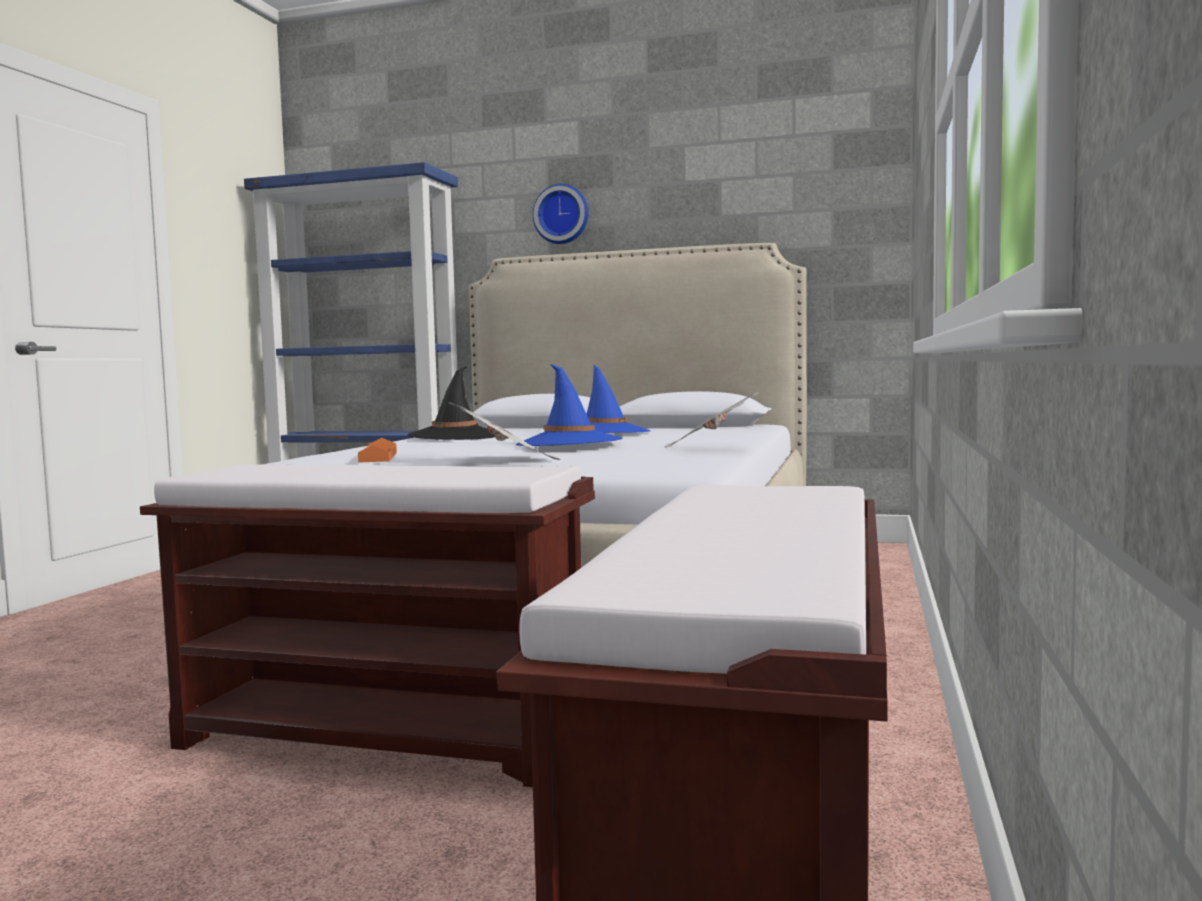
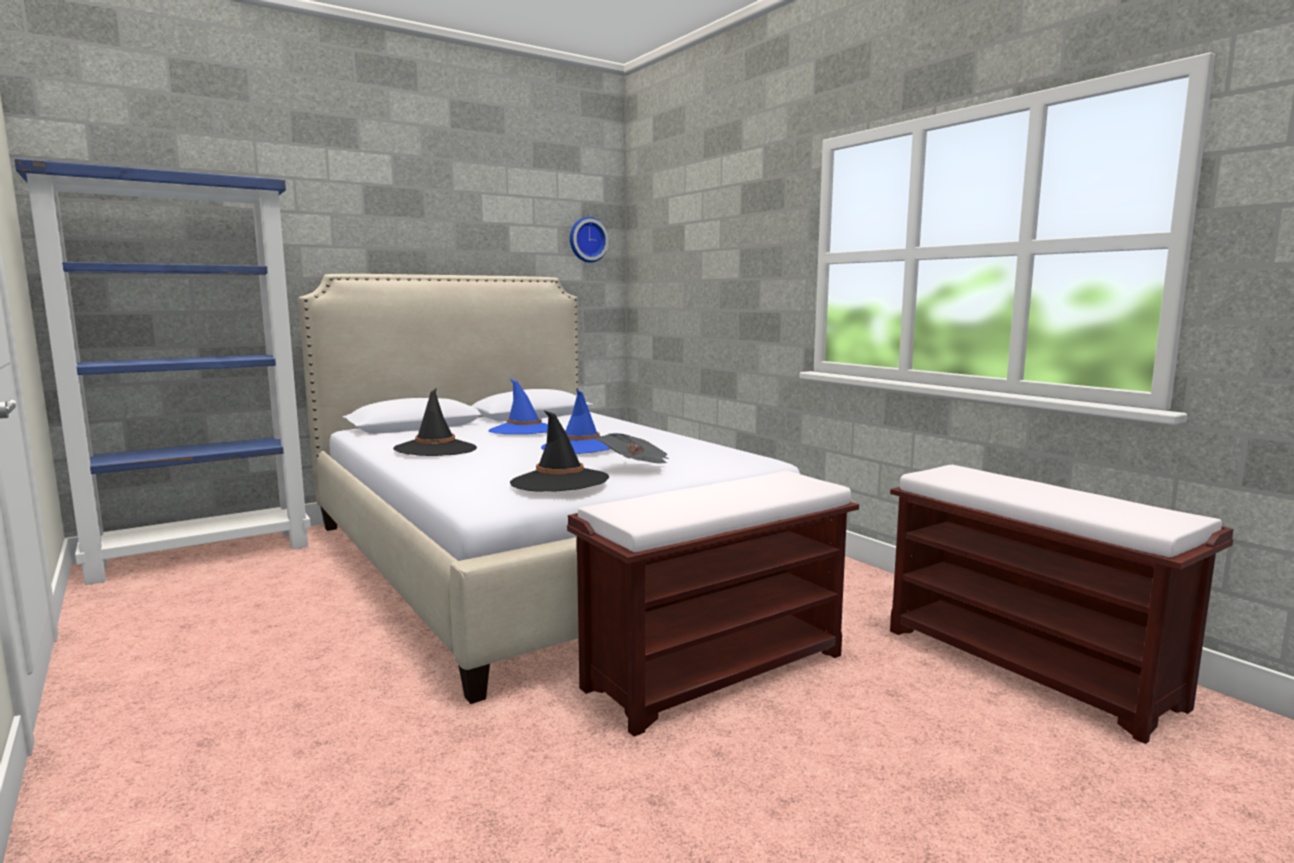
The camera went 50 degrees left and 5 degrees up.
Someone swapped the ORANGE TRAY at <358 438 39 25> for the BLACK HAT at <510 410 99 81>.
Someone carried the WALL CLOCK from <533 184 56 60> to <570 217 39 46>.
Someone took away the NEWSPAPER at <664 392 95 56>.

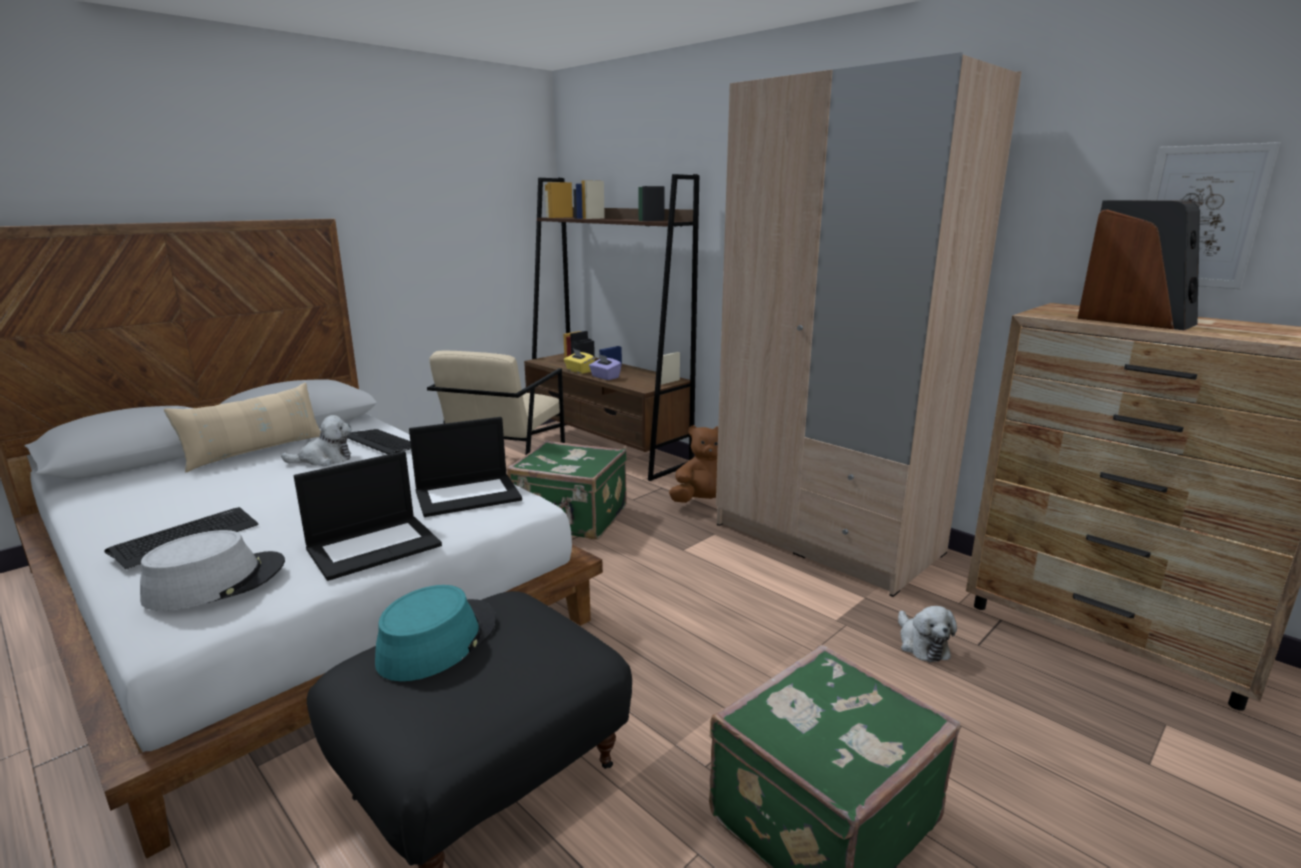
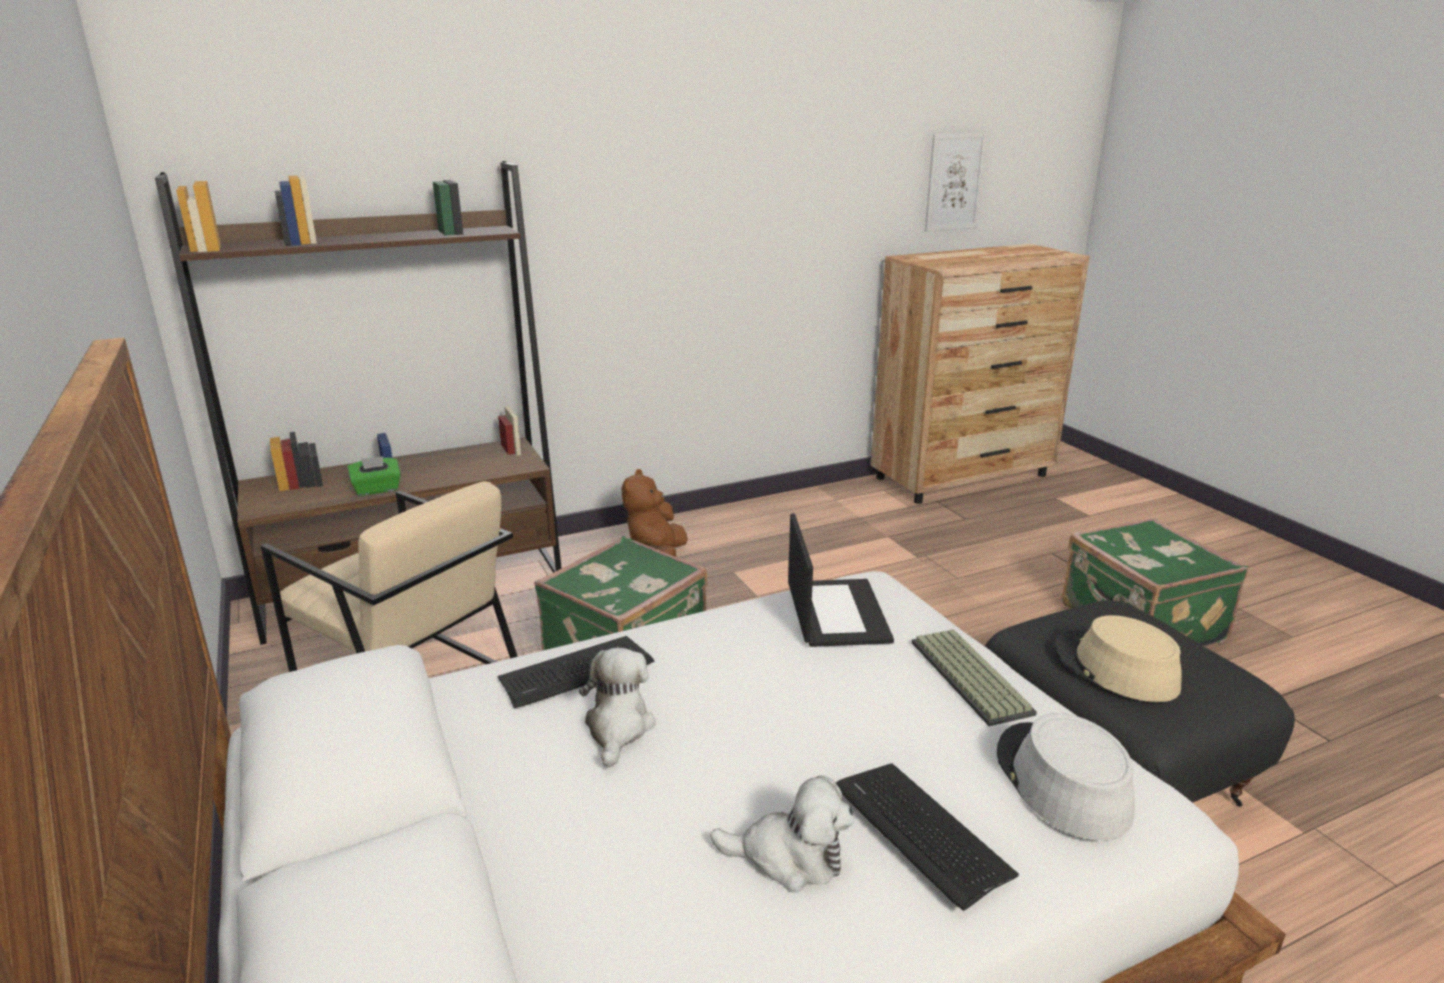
The camera went 70 degrees left and 5 degrees up.
Someone repainted the YELLOW TISSUE BOX at <564 349 31 25>, which became the GREEN TISSUE BOX at <347 456 54 40>.
Someone carried the PLUSH TOY from <898 606 59 56> to <710 775 144 118>.
Someone swapped the LAPTOP at <294 451 148 130> for the KEYBOARD at <912 629 125 97>.
Someone repainted the TURQUOISE HAT at <375 585 121 96>, which became the BEIGE HAT at <1055 615 127 87>.
Someone took away the BEIGE PILLOW at <164 382 157 90>.
Someone took away the PURPLE TISSUE BOX at <589 354 33 26>.
Someone took away the BEIGE WARDROBE at <716 52 306 545>.
Someone took away the SPEAKER at <1077 200 123 130>.

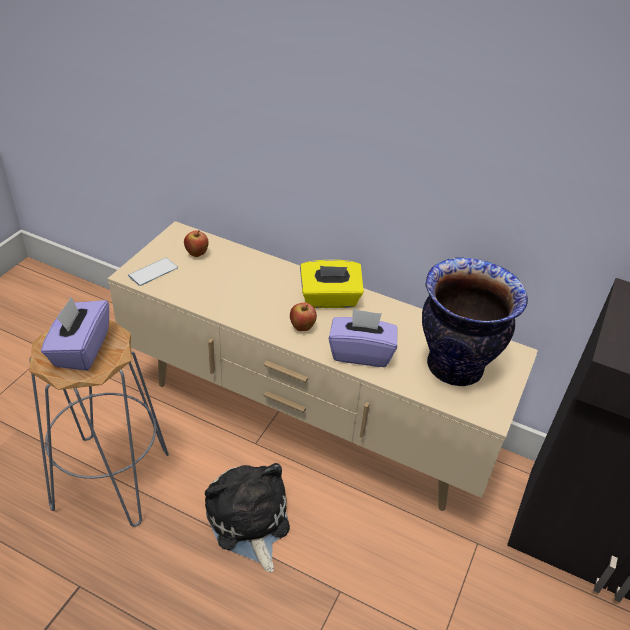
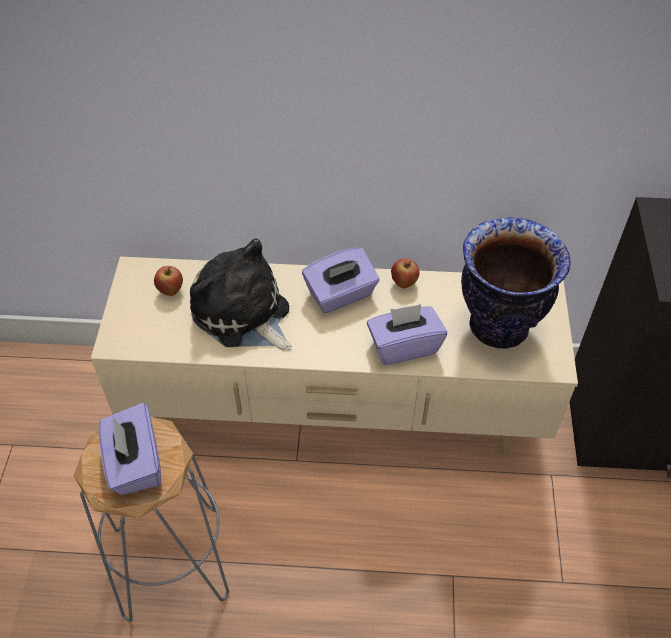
The camera went 20 degrees left and 10 degrees up.
Someone carried the PLUSH TOY from <205 463 85 109> to <190 239 102 112>.
Someone repainted the YELLOW TISSUE BOX at <300 259 64 49>, which became the PURPLE TISSUE BOX at <302 247 77 66>.
Someone carried the APPLE from <290 303 27 28> to <391 258 28 30>.
Someone took away the PHONE at <128 258 50 28>.

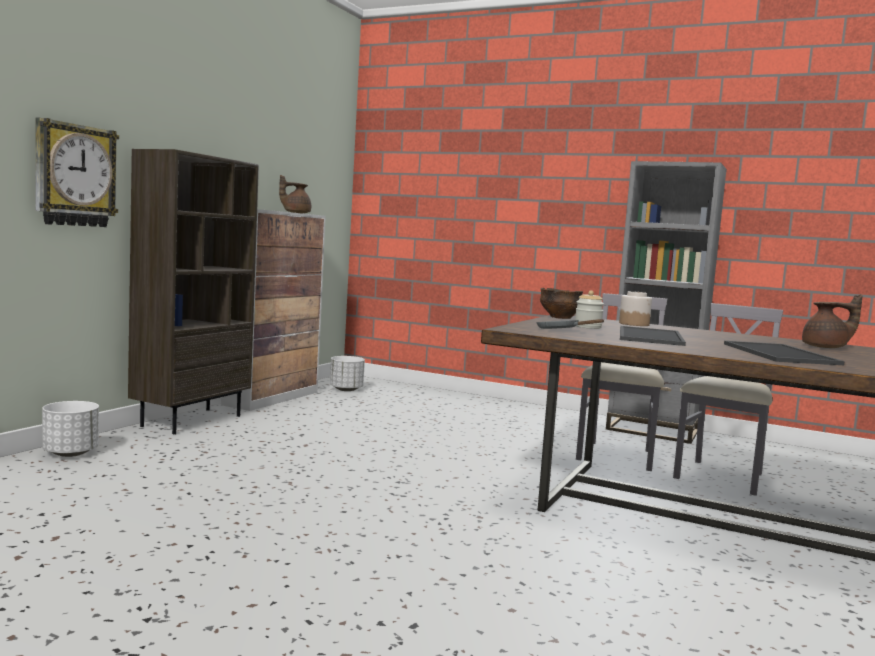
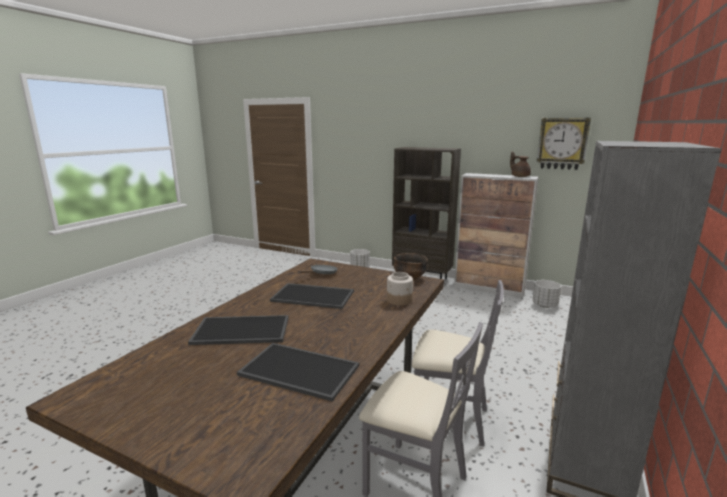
The camera went 90 degrees right and 10 degrees up.
Someone swapped the BROWN TEAPOT at <802 294 61 54> for the TRAY at <237 343 122 59>.
Someone carried the WALL CLOCK from <35 117 84 110> to <537 118 54 52>.
Someone took away the JAR at <575 291 29 38>.

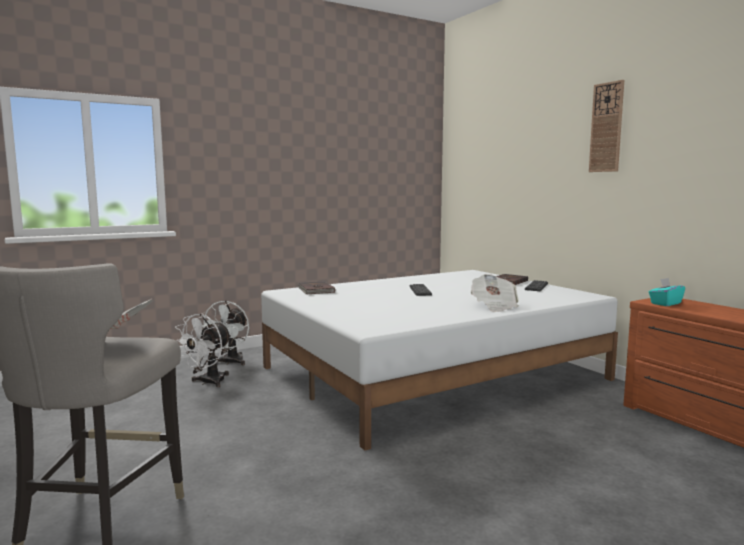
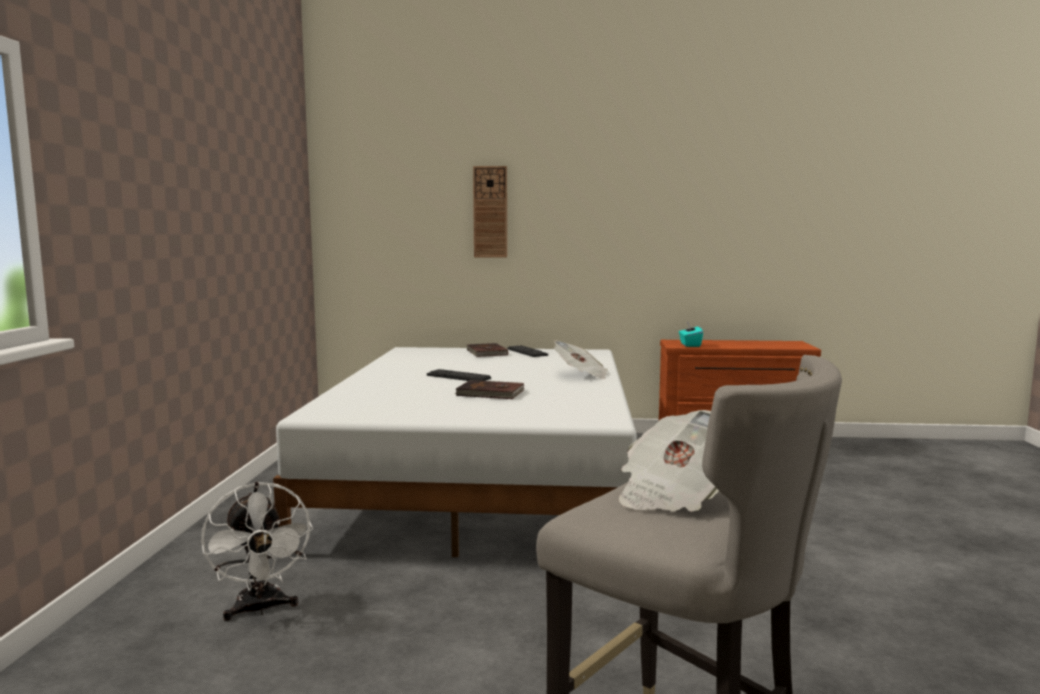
The camera went 55 degrees left and 0 degrees up.
Someone carried the BROWN BOOK from <298 281 37 13> to <455 380 70 19>.
Someone carried the WALL CLOCK from <589 80 35 92> to <473 166 34 91>.
Someone took away the WHITE FAN at <202 300 47 65>.

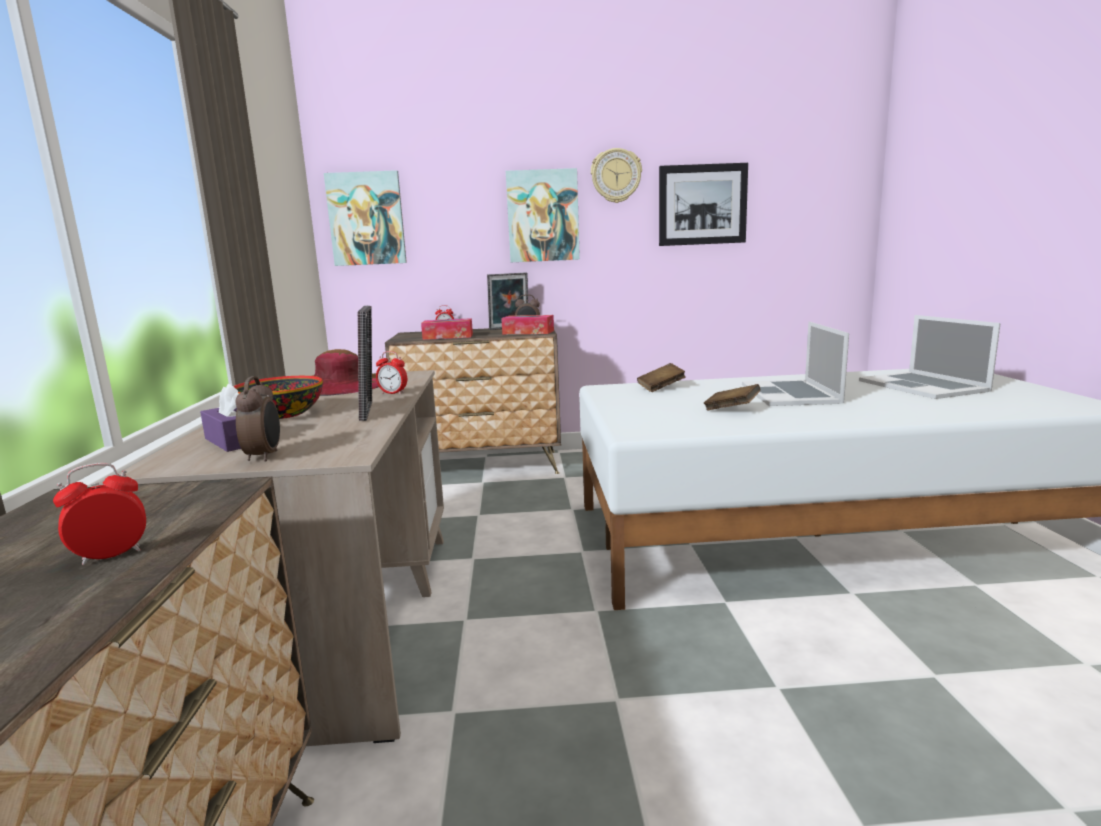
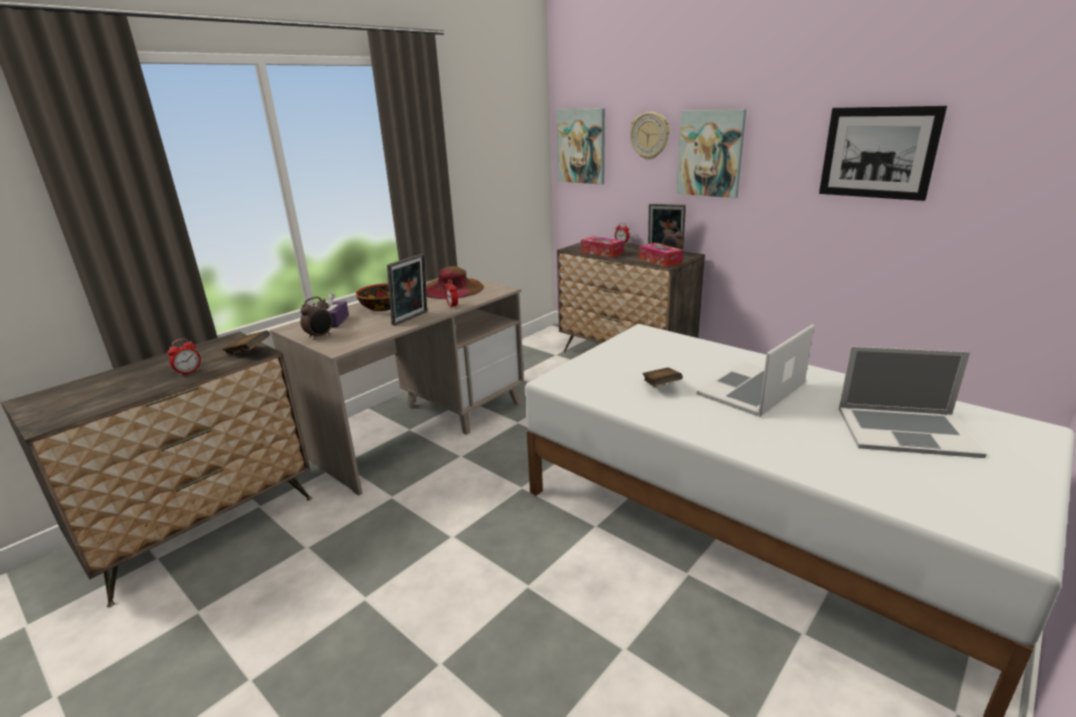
The camera went 45 degrees right and 10 degrees up.
Someone rotated the ALARM CLOCK at <53 463 93 102> by 120 degrees clockwise.
Someone carried the BROWN BOOK from <637 363 48 29> to <223 330 47 25>.
Someone carried the WALL CLOCK from <591 148 51 55> to <630 112 40 48>.
Someone rotated the LAPTOP at <859 315 142 84> by 105 degrees counterclockwise.

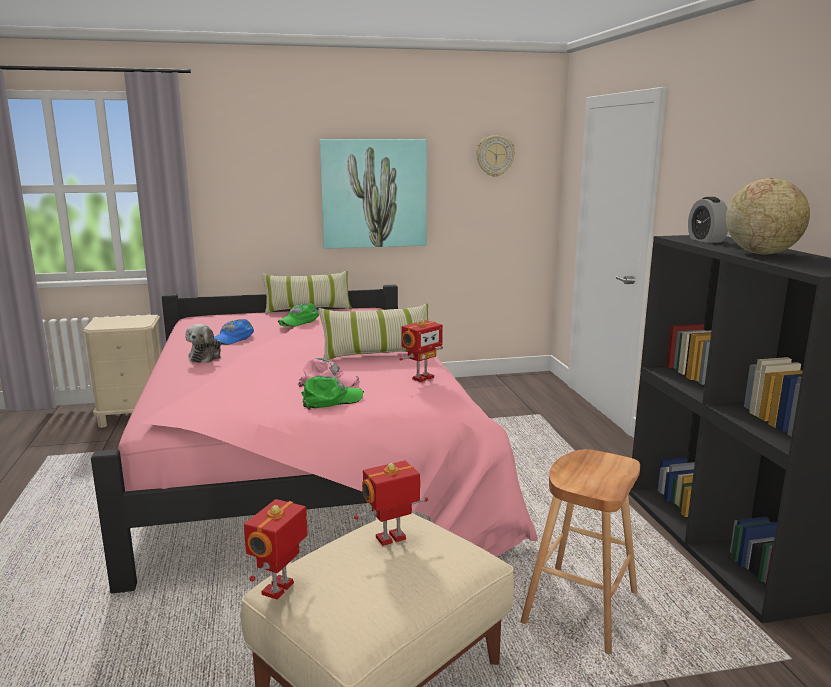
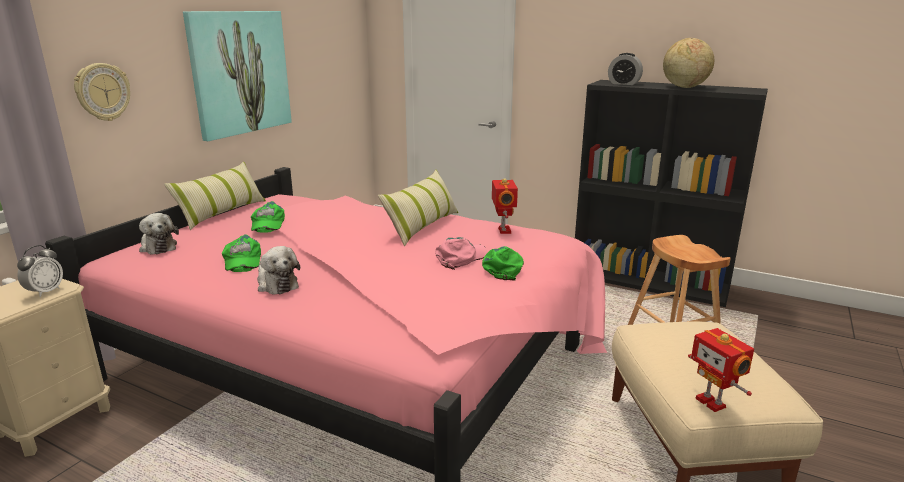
The camera went 50 degrees left and 5 degrees up.
Someone put down the ALARM CLOCK at <17 245 46 52>.
Someone carried the WALL CLOCK from <476 135 39 42> to <74 63 56 58>.
Someone put down the PLUSH TOY at <139 213 40 41>.
Someone repainted the BLUE CAP at <214 319 40 26>, which became the GREEN CAP at <222 234 39 38>.
Someone took away the TOY ROBOT at <354 461 74 85>.

